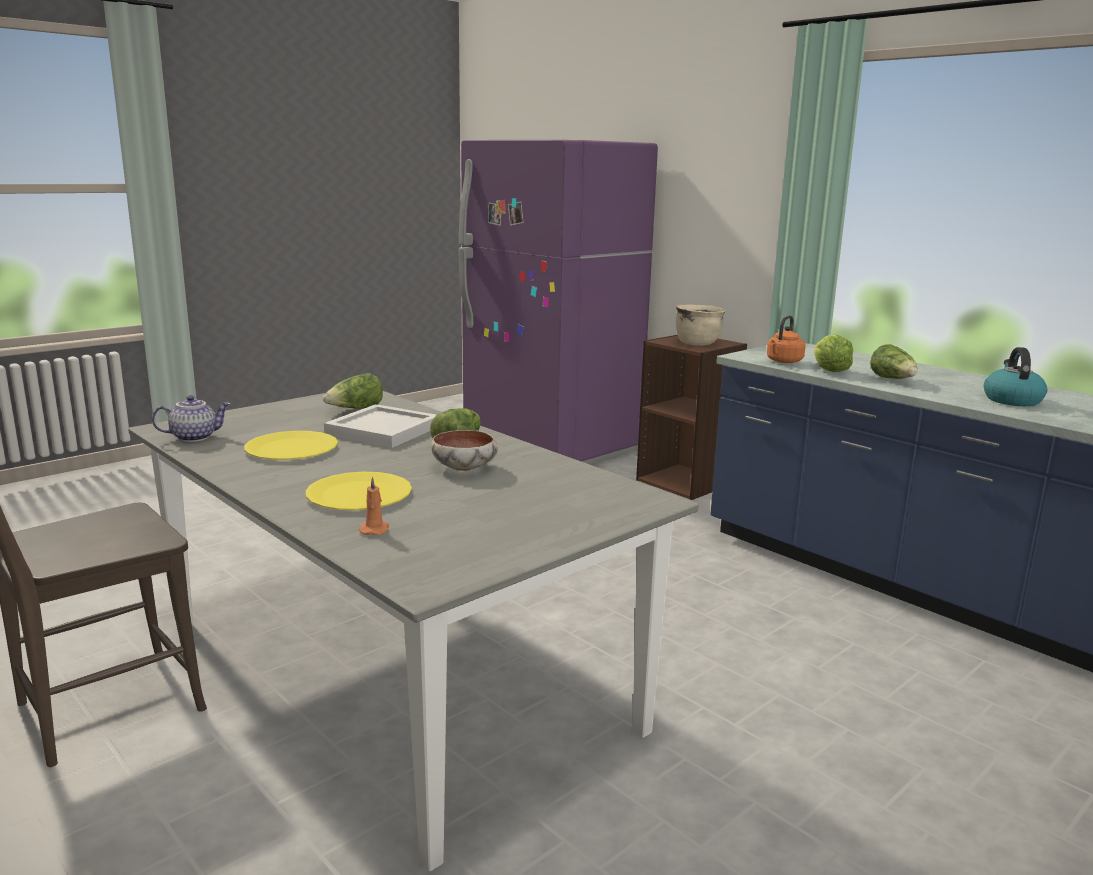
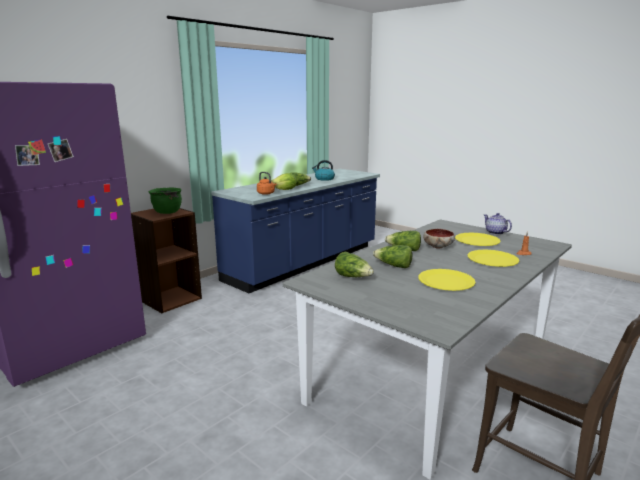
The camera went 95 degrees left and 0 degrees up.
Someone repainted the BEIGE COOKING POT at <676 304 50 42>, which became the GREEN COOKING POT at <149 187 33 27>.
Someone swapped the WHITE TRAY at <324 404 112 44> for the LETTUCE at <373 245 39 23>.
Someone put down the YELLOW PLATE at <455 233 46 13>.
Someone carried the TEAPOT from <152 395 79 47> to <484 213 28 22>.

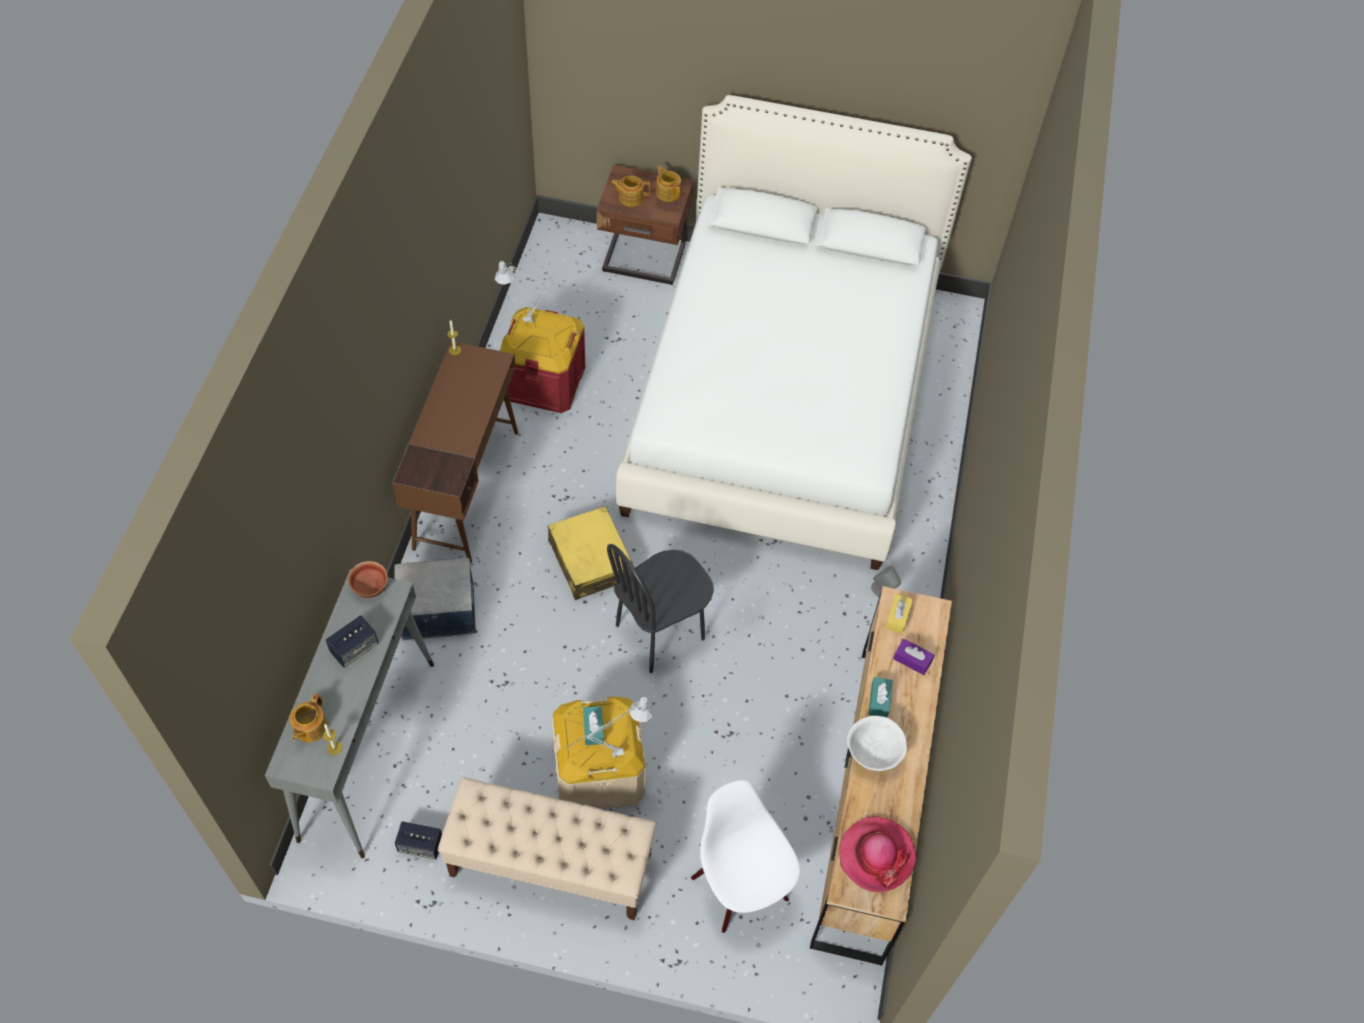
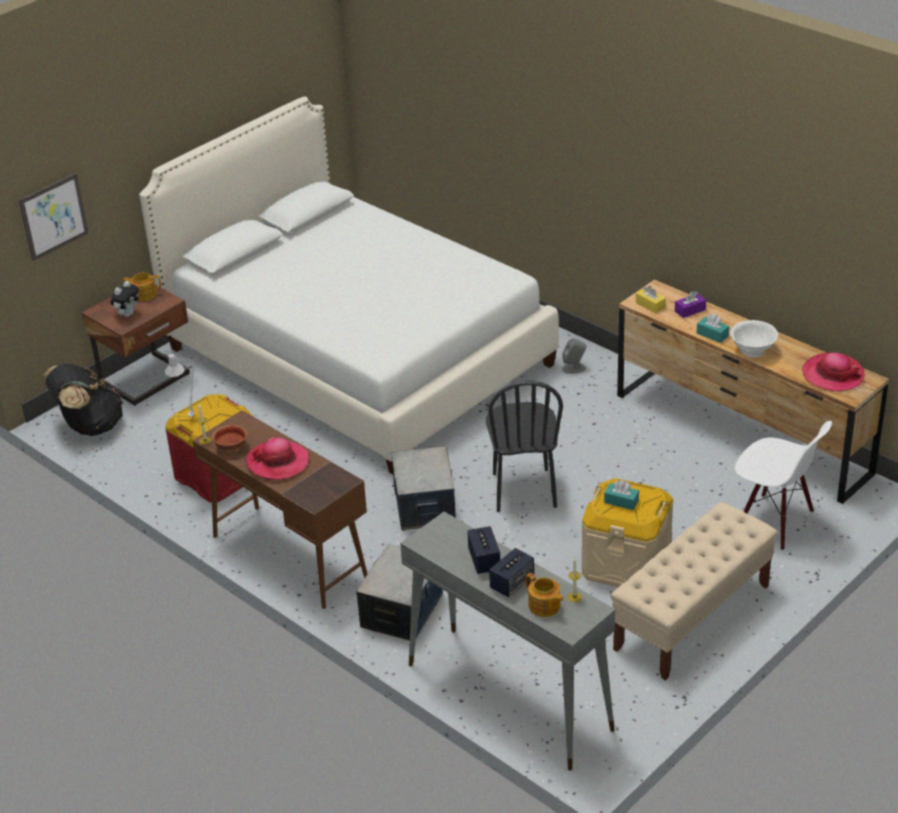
The camera went 55 degrees left and 20 degrees down.
Someone put up the PICTURE at <19 173 70 88>.
Someone put down the BLACK BACKPACK at <44 364 79 72>.
Someone swapped the TEAPOT at <611 175 39 32> for the PLUSH TOY at <110 281 29 36>.
Someone carried the BOWL from <348 561 40 37> to <212 425 35 27>.
Someone put down the HAT at <245 437 64 43>.
Someone swapped the YELLOW SUITCASE at <548 506 86 94> for the STORAGE BOX at <391 446 65 85>.
Someone carried the SPEAKER from <395 821 47 38> to <489 548 45 50>.
Someone rotated the WHITE CHAIR at <691 780 109 153> by 150 degrees counterclockwise.
Someone took away the GREY TABLE LAMP at <564 697 90 61>.

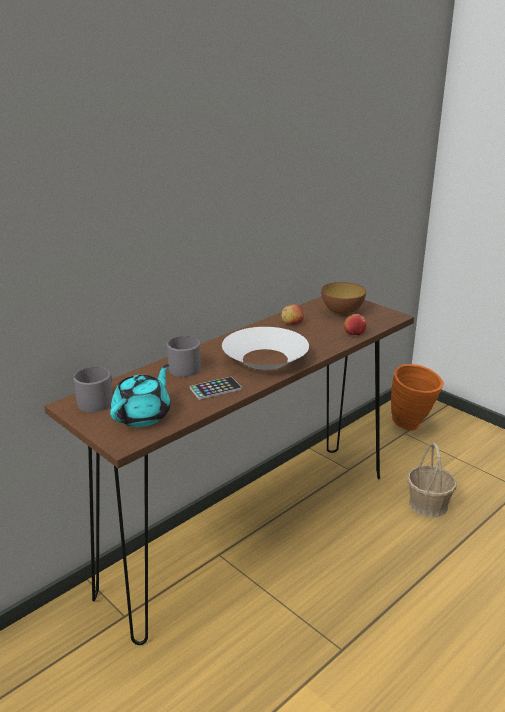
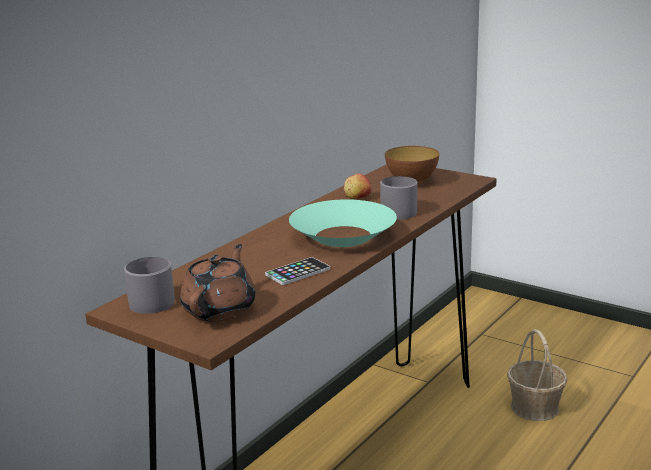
The camera went 10 degrees left and 5 degrees down.
Someone repainted the TURQUOISE TEAPOT at <110 364 61 63>, which became the BROWN TEAPOT at <180 244 76 78>.
Someone repainted the WHITE BOWL at <222 327 87 43>, which became the TURQUOISE BOWL at <289 199 108 48>.
Someone carried the GREY MUG from <167 336 34 41> to <380 176 37 44>.
Someone took away the APPLE at <344 314 23 21>.
Someone took away the ORANGE VASE at <391 364 53 67>.

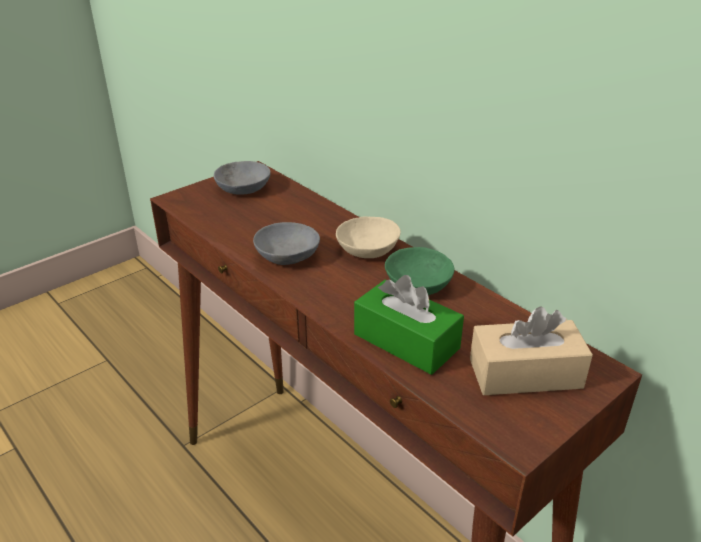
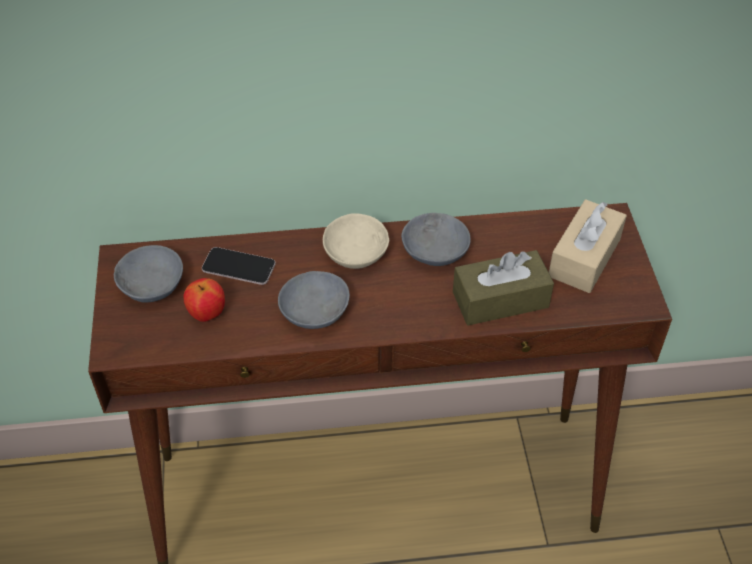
The camera went 55 degrees left and 15 degrees up.
Someone put down the APPLE at <183 278 42 44>.
Someone put down the PHONE at <202 247 74 38>.
Someone repainted the GREEN BOWL at <385 247 70 48>, which became the GREY BOWL at <401 213 70 53>.
Someone repainted the GREEN TISSUE BOX at <354 275 110 100>, which became the BROWN TISSUE BOX at <453 250 101 75>.

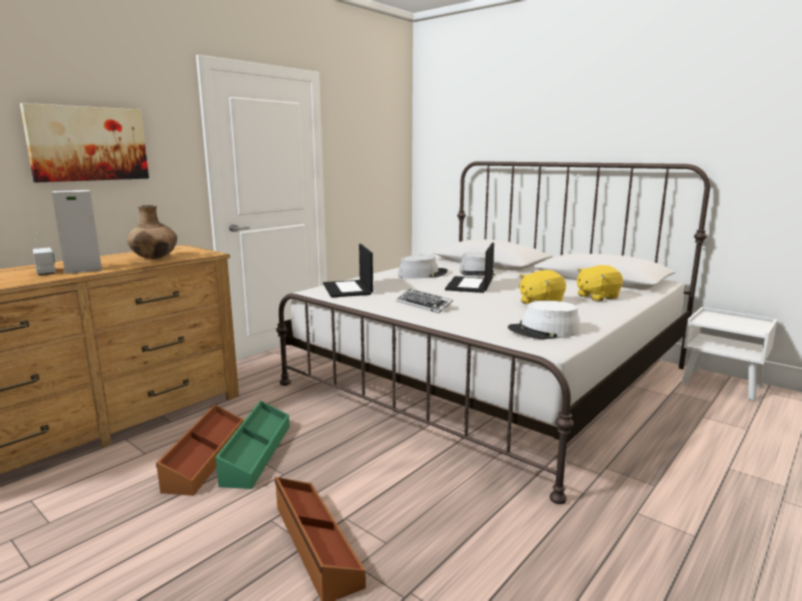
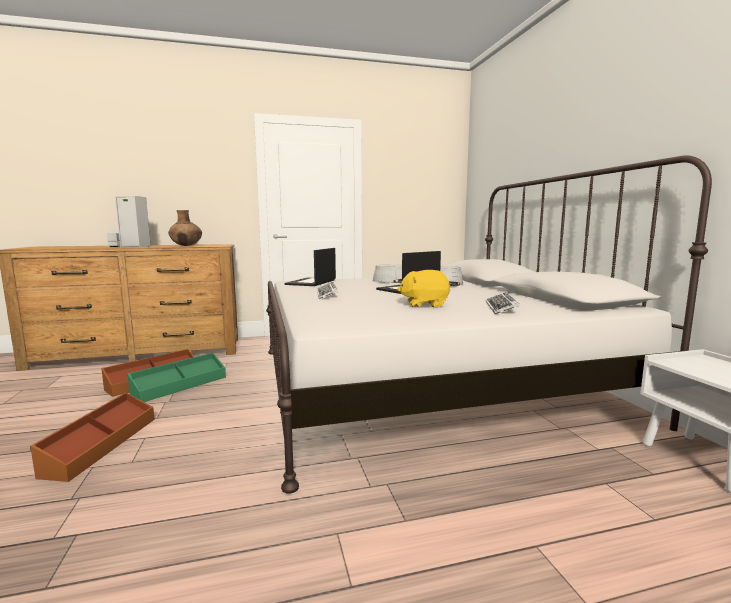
The camera went 35 degrees right and 5 degrees down.
Someone swapped the YELLOW PLUSH TOY at <577 265 46 36> for the KEYBOARD at <486 292 34 22>.
Someone took away the PICTURE at <20 103 129 79>.
Someone took away the WHITE HAT at <508 301 73 38>.

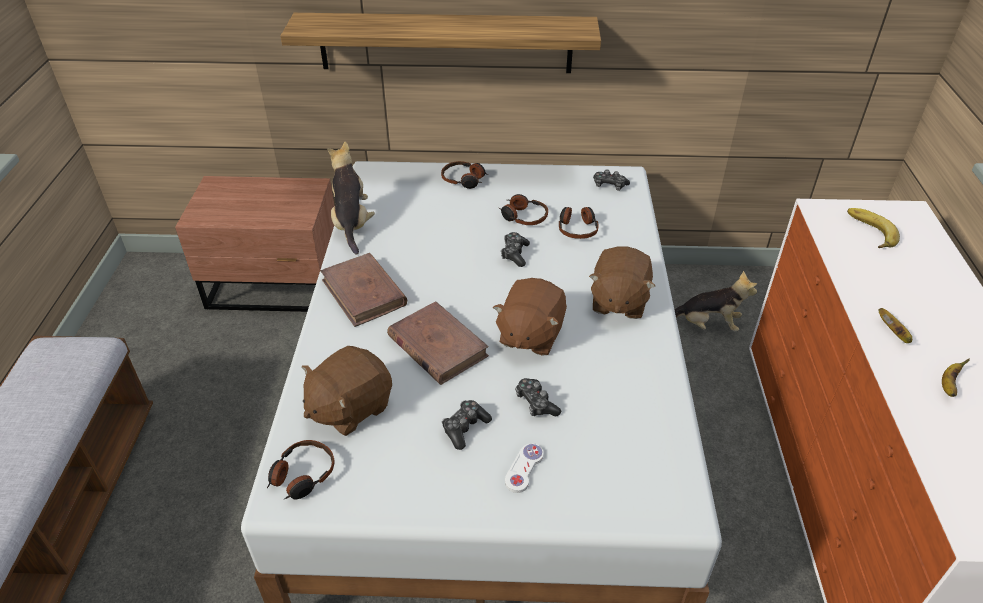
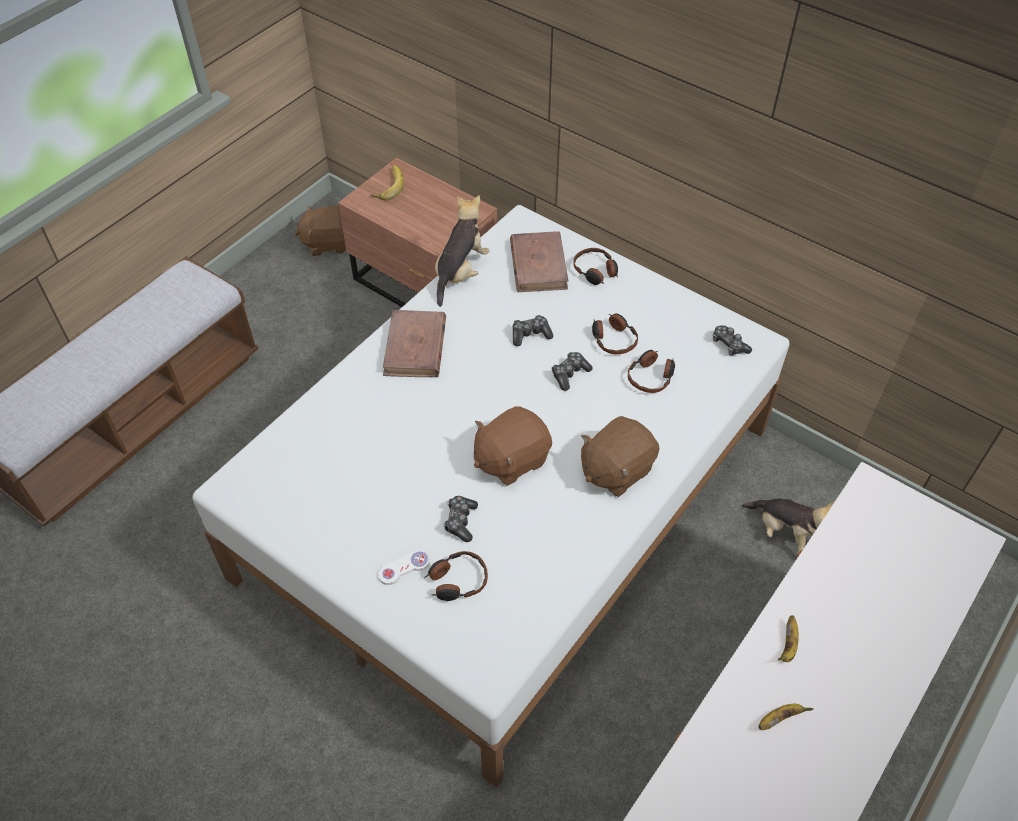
The camera went 35 degrees right and 10 degrees up.
Someone carried the BROWN PLUSH TOY from <302 346 90 90> to <294 206 52 50>.
Someone carried the BANANA from <847 208 53 40> to <370 165 34 36>.
Someone carried the HEADPHONES from <267 440 68 59> to <424 551 64 50>.
Someone carried the BROWN BOOK from <387 301 102 84> to <510 231 58 61>.
Someone carried the GAME CONTROLLER from <442 400 50 50> to <513 315 40 31>.
Someone took away the SHELF at <280 13 321 60>.

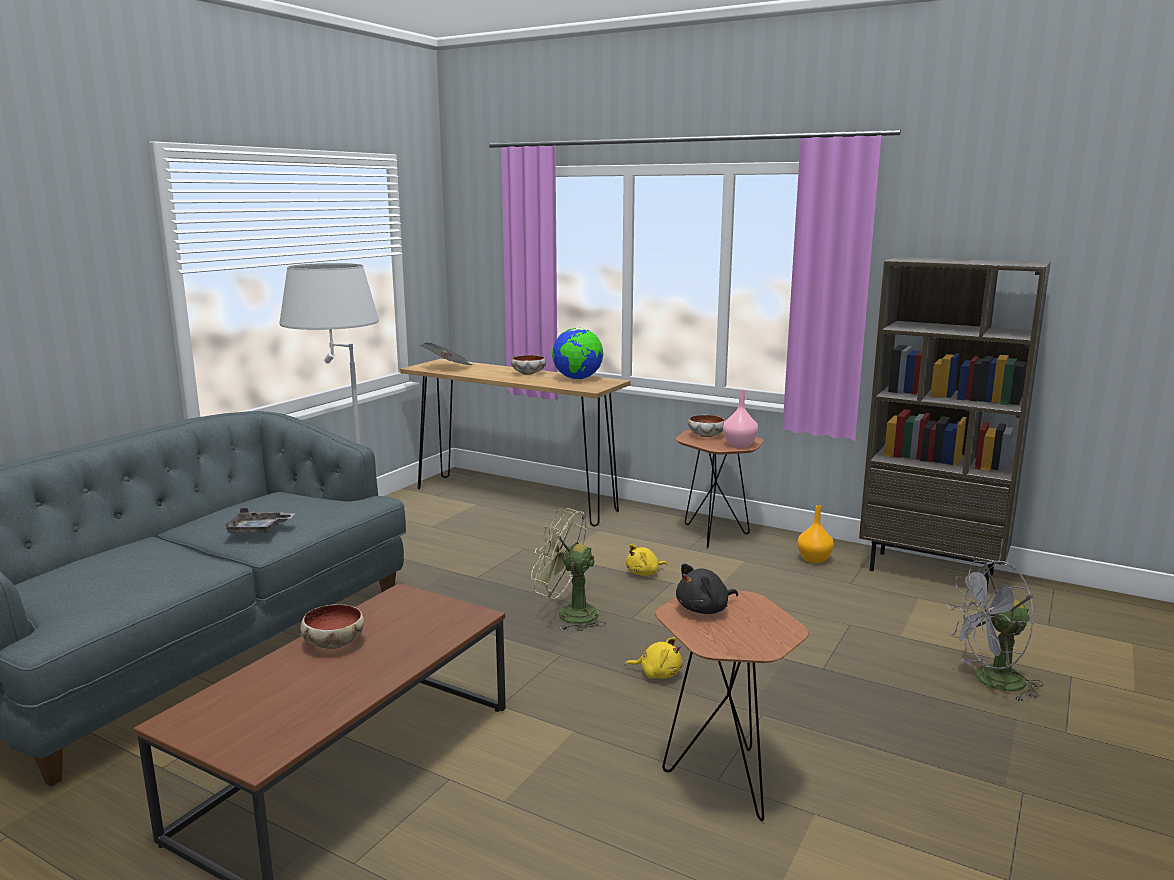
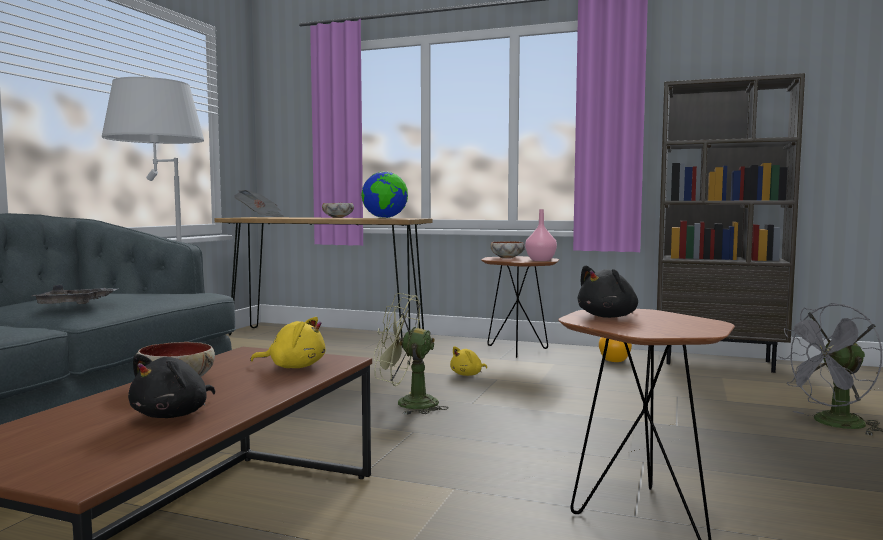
The camera went 10 degrees left and 10 degrees down.
Someone put down the BLACK PLUSH TOY at <128 354 87 64>.
Someone carried the YELLOW PLUSH TOY from <625 637 57 42> to <250 317 76 51>.

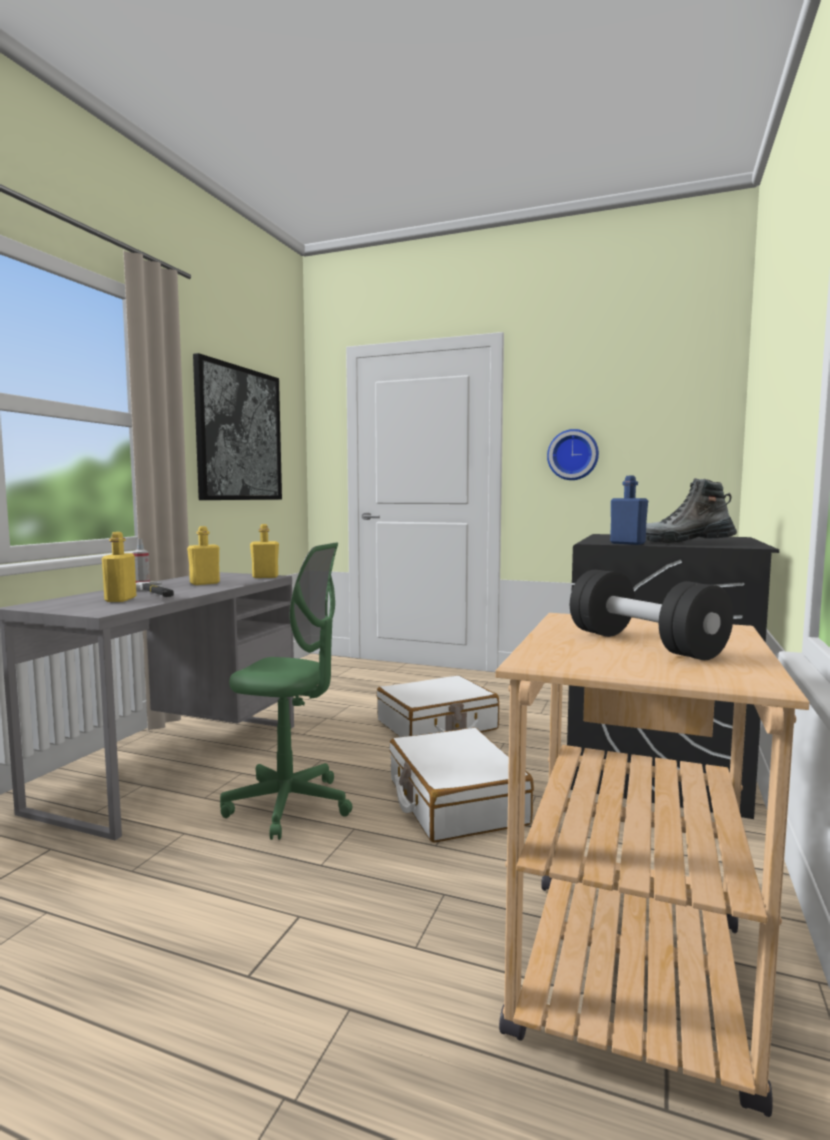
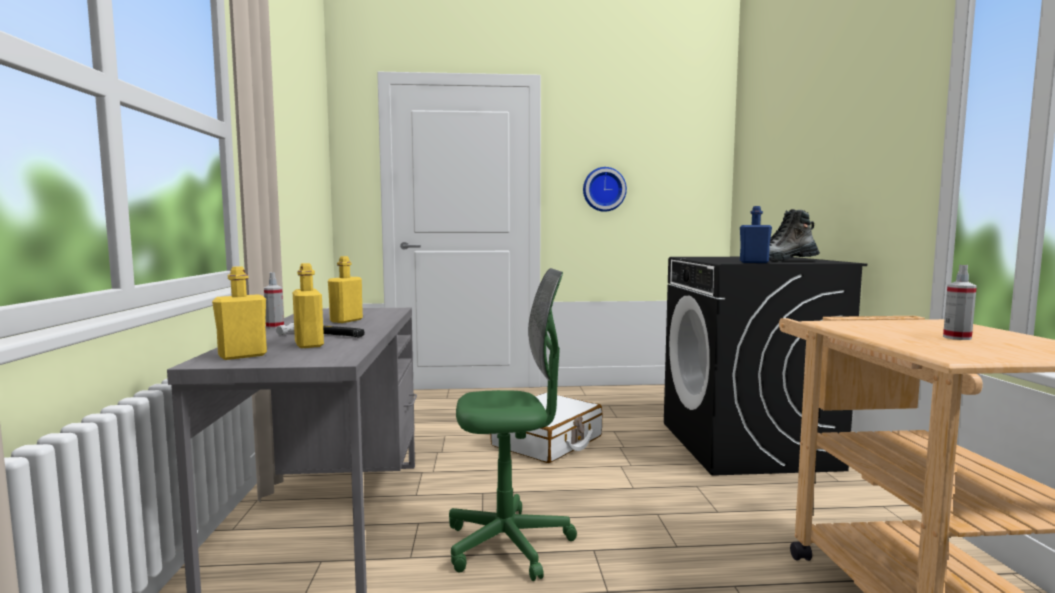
The camera went 25 degrees left and 0 degrees up.
Someone carried the YELLOW BOTTLE from <250 524 29 54> to <212 266 55 94>.
Someone swapped the BLACK DUMBBELL at <570 570 163 90> for the SPRAY BOTTLE at <943 265 34 75>.
Someone took away the PICTURE at <193 353 89 147>.
Someone took away the WHITE SUITCASE at <389 728 145 115>.

